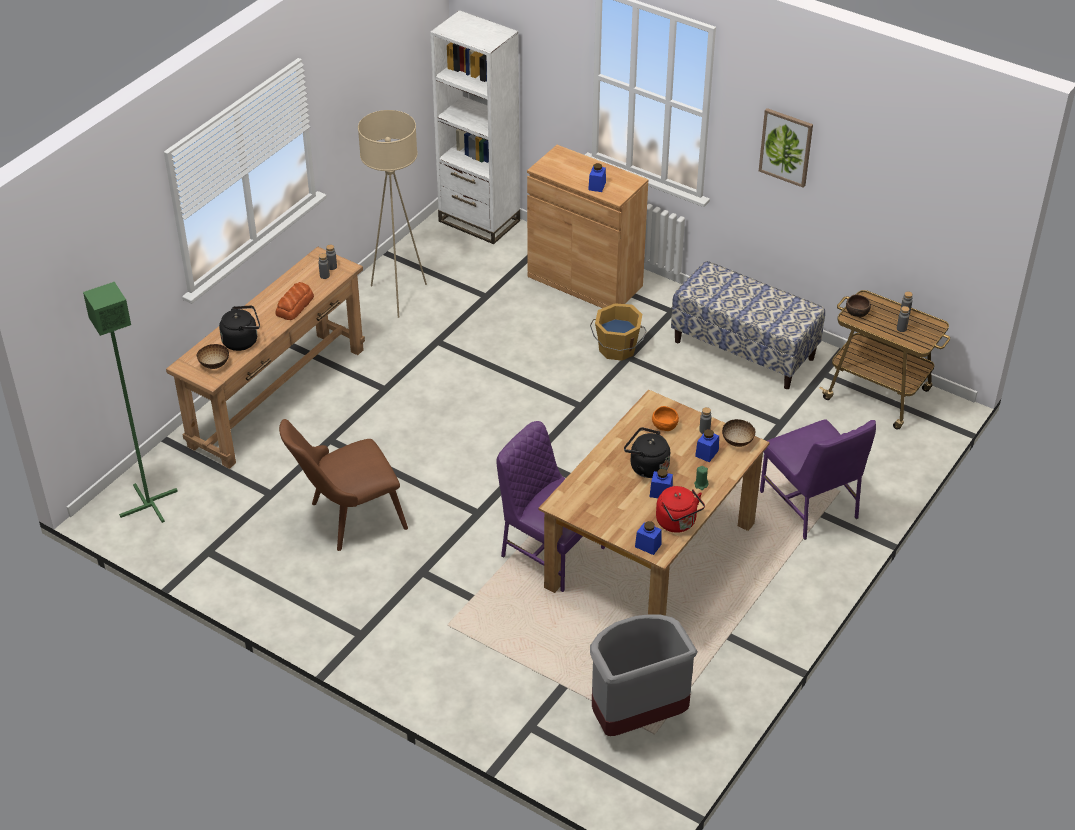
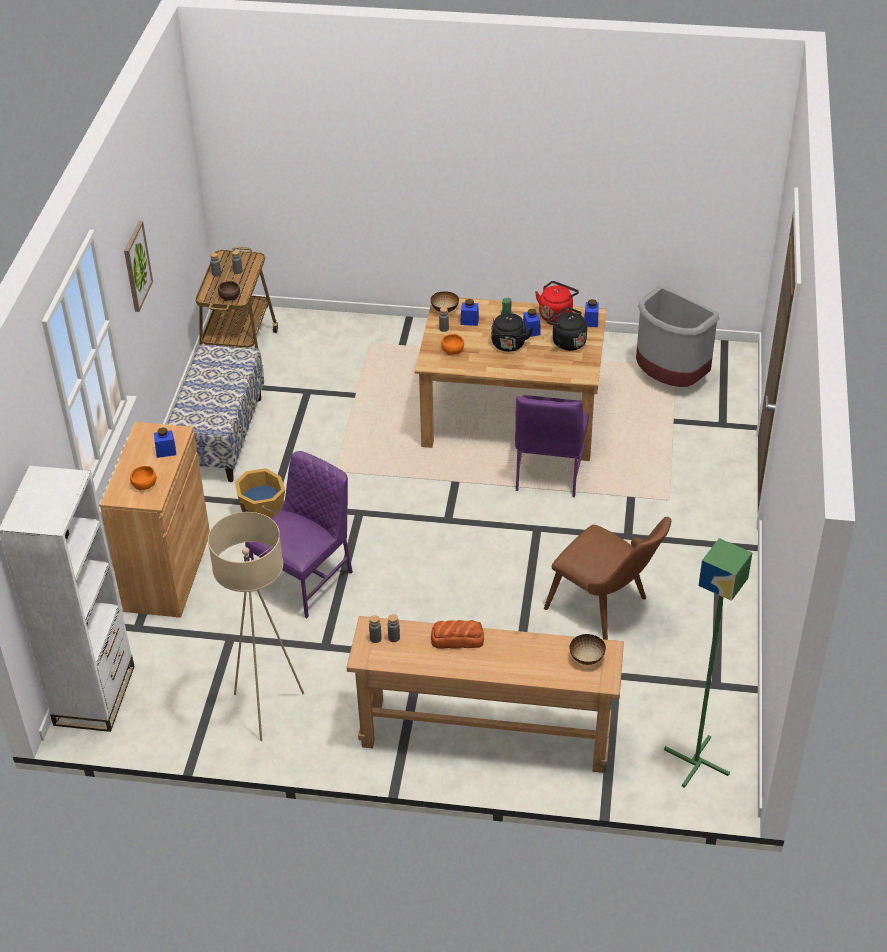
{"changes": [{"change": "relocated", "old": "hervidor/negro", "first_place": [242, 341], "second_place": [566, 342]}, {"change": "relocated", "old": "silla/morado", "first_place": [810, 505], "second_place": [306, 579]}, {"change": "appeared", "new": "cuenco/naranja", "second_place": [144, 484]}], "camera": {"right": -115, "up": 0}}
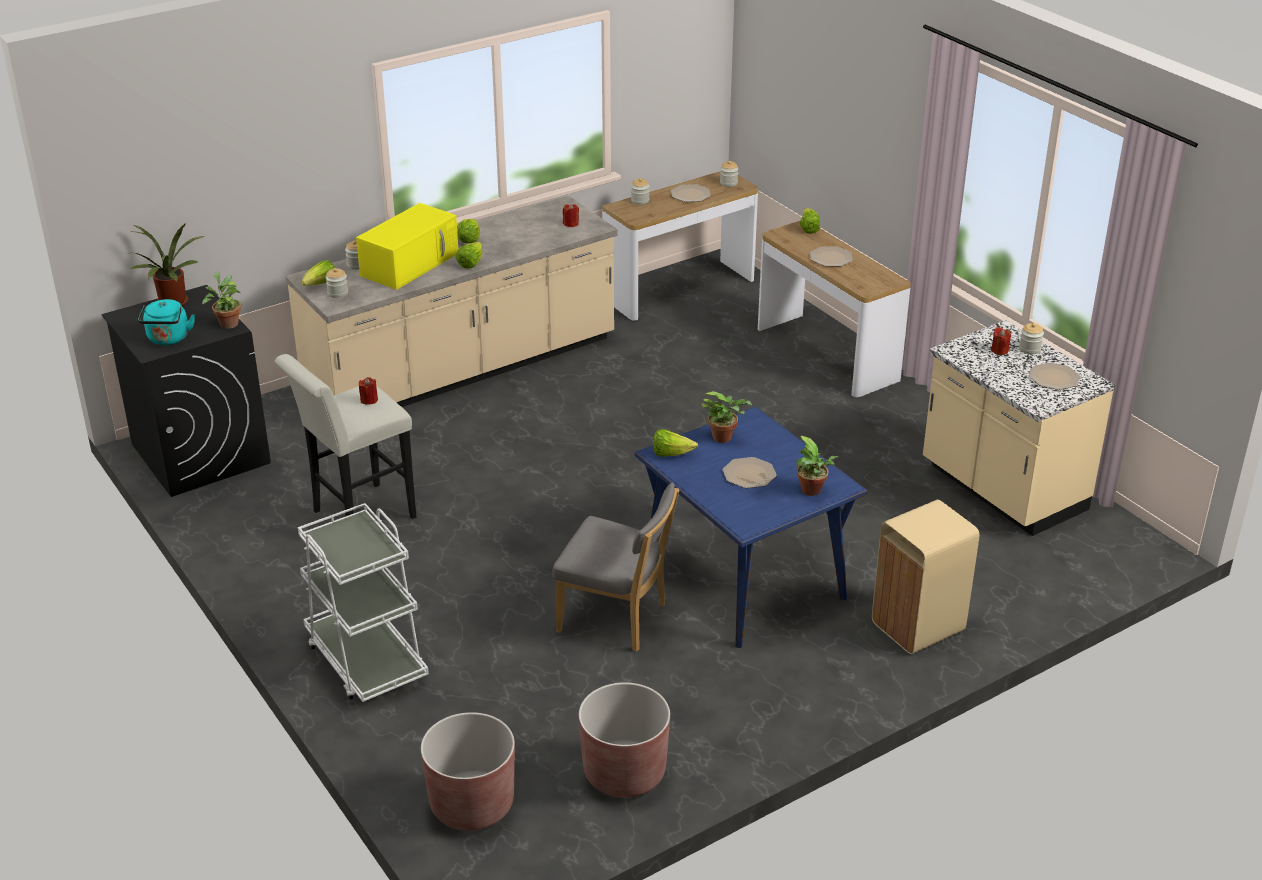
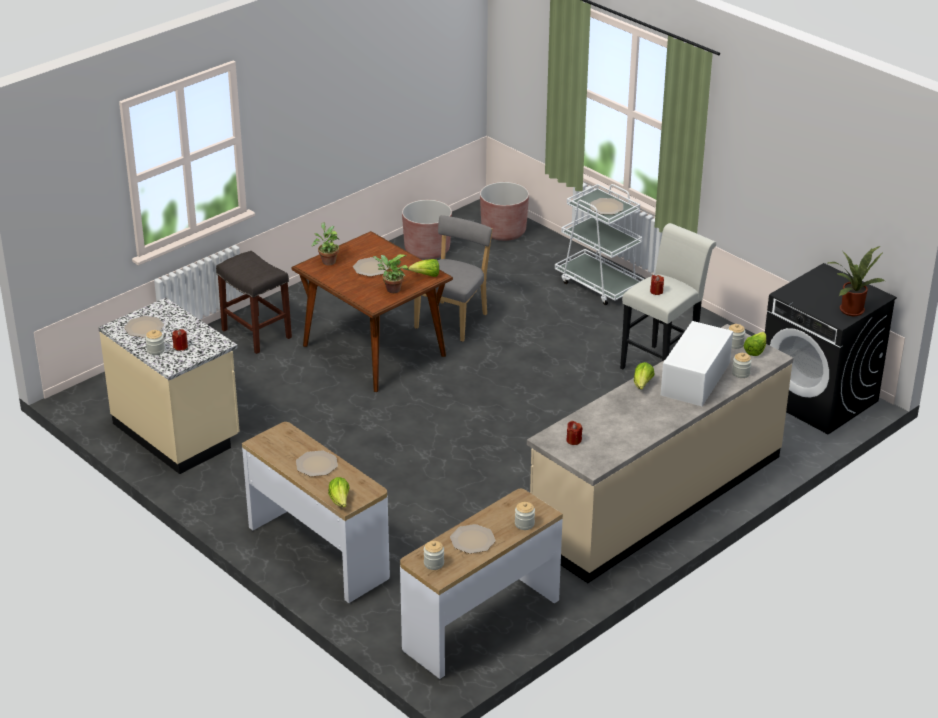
{"changes": [{"change": "missing", "old": "hervidor/turquesa", "first_place": [168, 339]}, {"change": "missing", "old": "planta en maceta", "first_place": [227, 323]}, {"change": "colour", "old": "microondas/amarillo", "new": "microondas/blanco", "first_place": [410, 263], "second_place": [695, 379]}, {"change": "missing", "old": "lechuga", "first_place": [468, 240]}, {"change": "spun", "old": "silla/gris", "first_place": [617, 619], "second_place": [453, 319], "degrees": 105}, {"change": "colour", "old": "mesa de comedor/azul", "new": "mesa de comedor/marrón", "first_place": [744, 579], "second_place": [373, 350]}, {"change": "exchanged", "old": "papelera/beis", "new": "taburete/gris", "first_place": [919, 627], "second_place": [255, 333]}, {"change": "appeared", "new": "plato", "second_place": [606, 207]}], "camera": {"right": 170, "up": 0}}
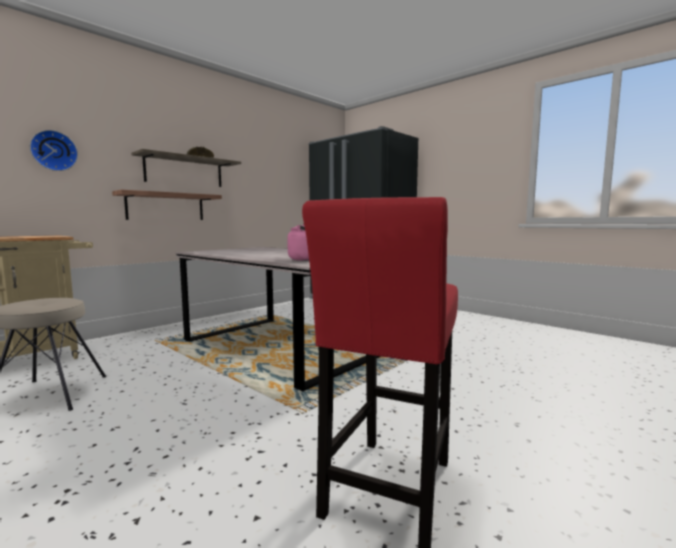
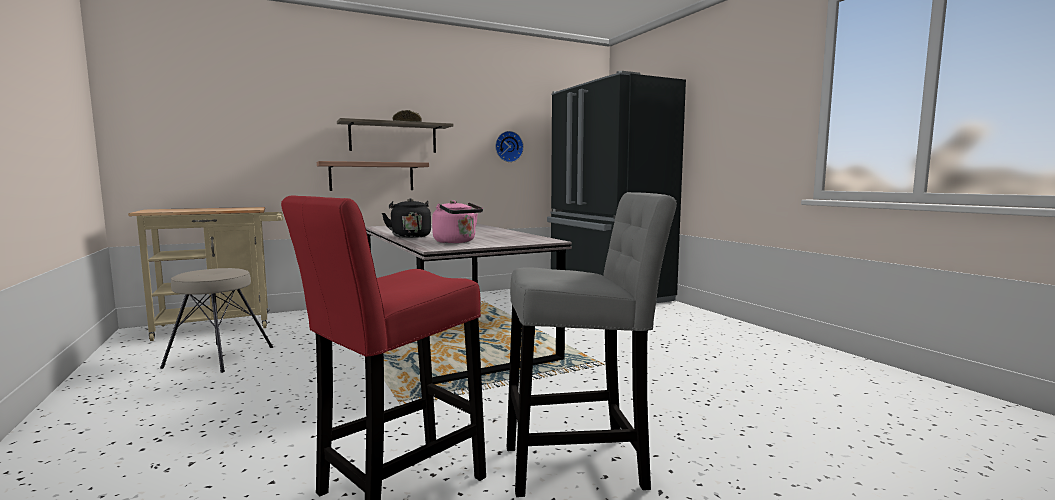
{"changes": [{"change": "relocated", "old": "reloj de pared", "first_place": [54, 151], "second_place": [508, 146]}, {"change": "appeared", "new": "hervidor/negro", "second_place": [410, 236]}, {"change": "appeared", "new": "taburete/gris", "second_place": [582, 465]}], "camera": {"right": 20, "up": 0}}
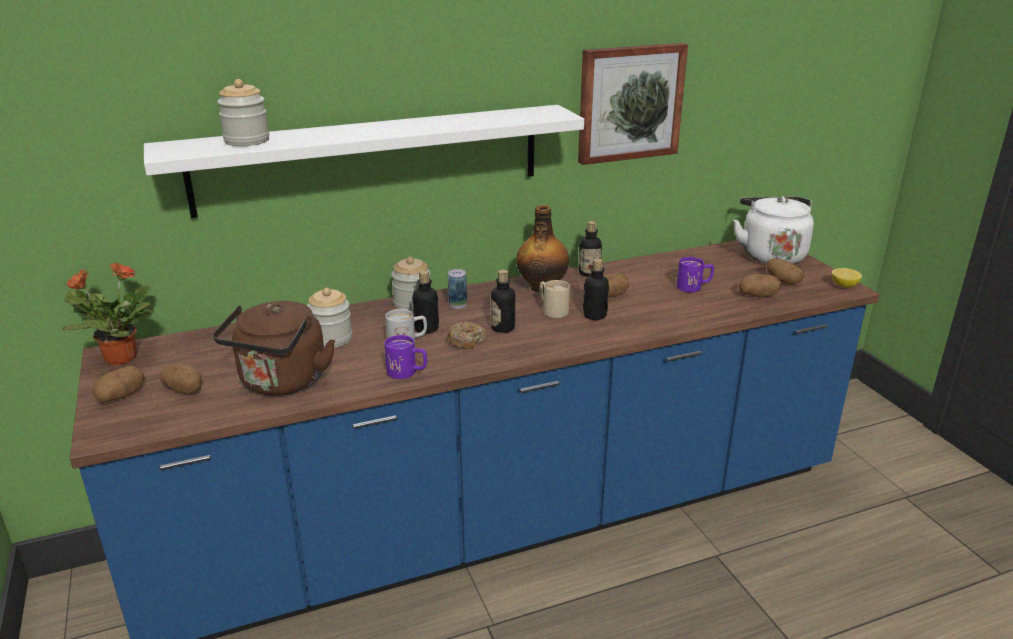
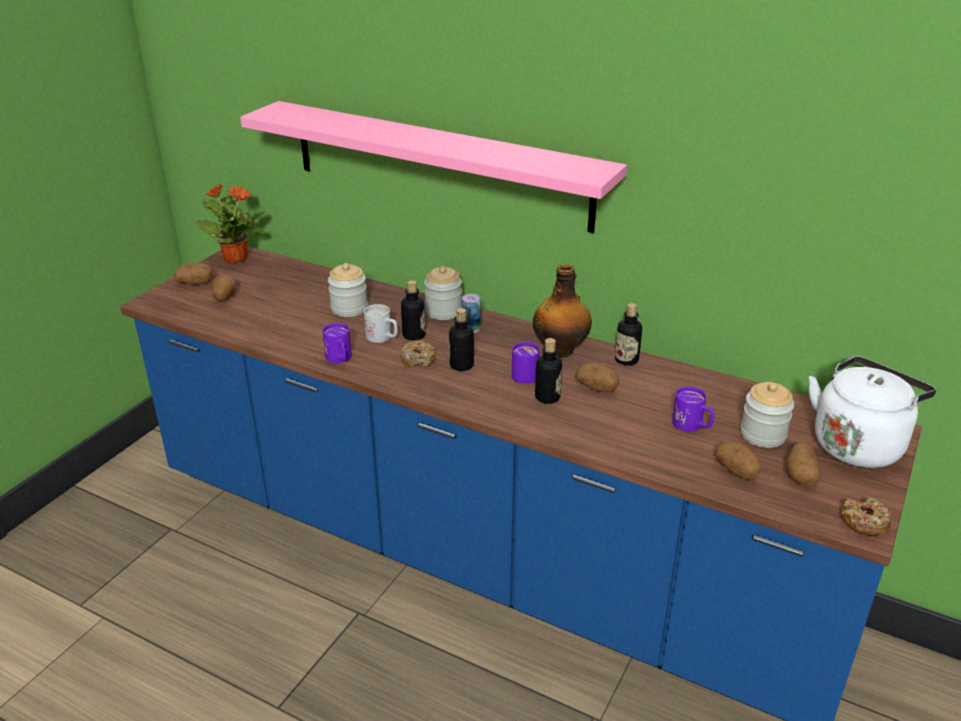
{"changes": [{"change": "colour", "old": "estante/blanco", "new": "estante/rosa", "first_place": [370, 159], "second_place": [438, 164]}, {"change": "missing", "old": "hervidor/marrón", "first_place": [281, 383]}, {"change": "relocated", "old": "tarro", "first_place": [247, 141], "second_place": [763, 435]}, {"change": "colour", "old": "taza grande/beis", "new": "taza grande/morado", "first_place": [552, 310], "second_place": [526, 373]}, {"change": "missing", "old": "cuadro", "first_place": [629, 103]}, {"change": "exchanged", "old": "limón", "new": "rosquilla", "first_place": [844, 286], "second_place": [864, 522]}], "camera": {"right": 50, "up": 5}}
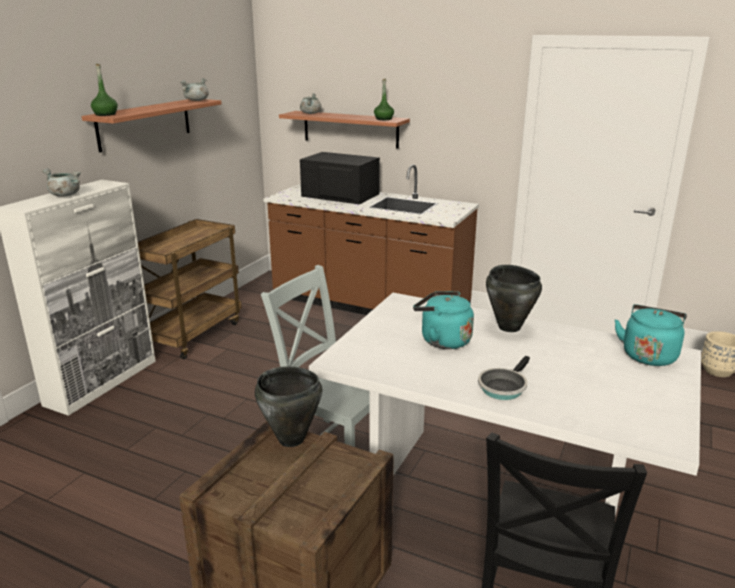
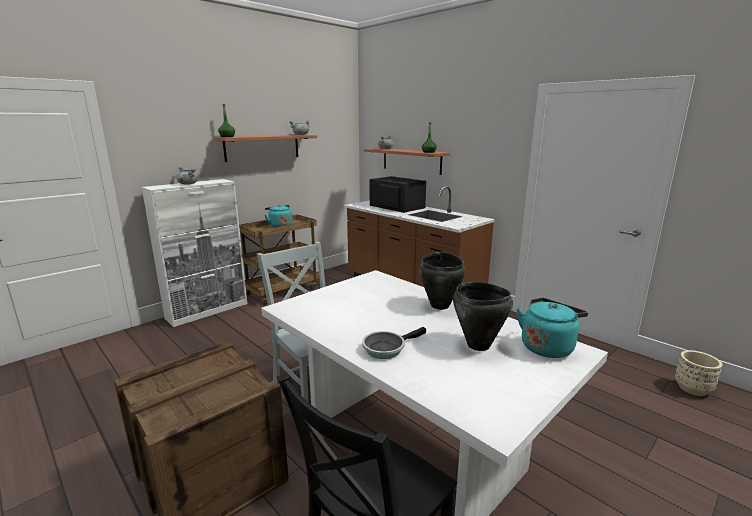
{"changes": [{"change": "relocated", "old": "olla/negro", "first_place": [291, 439], "second_place": [478, 345]}, {"change": "relocated", "old": "hervidor/turquesa", "first_place": [442, 340], "second_place": [280, 226]}], "camera": {"right": 20, "up": -5}}
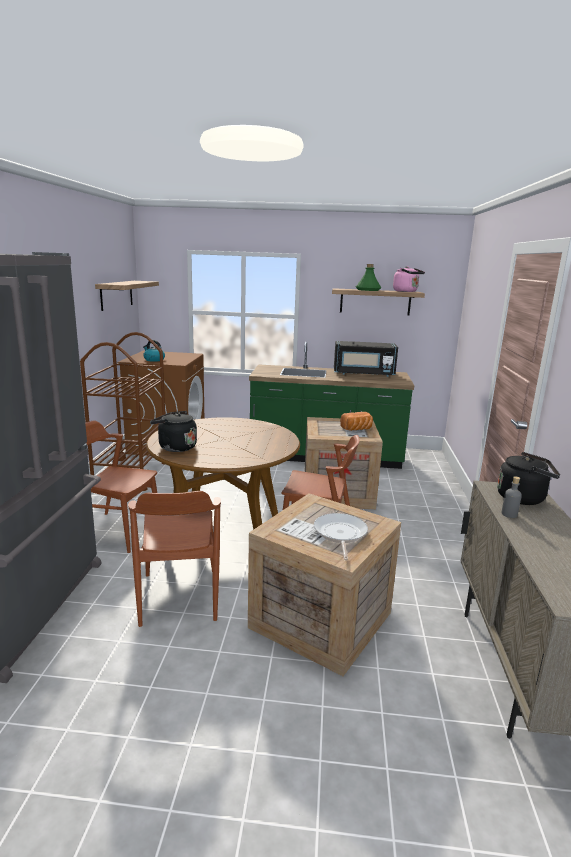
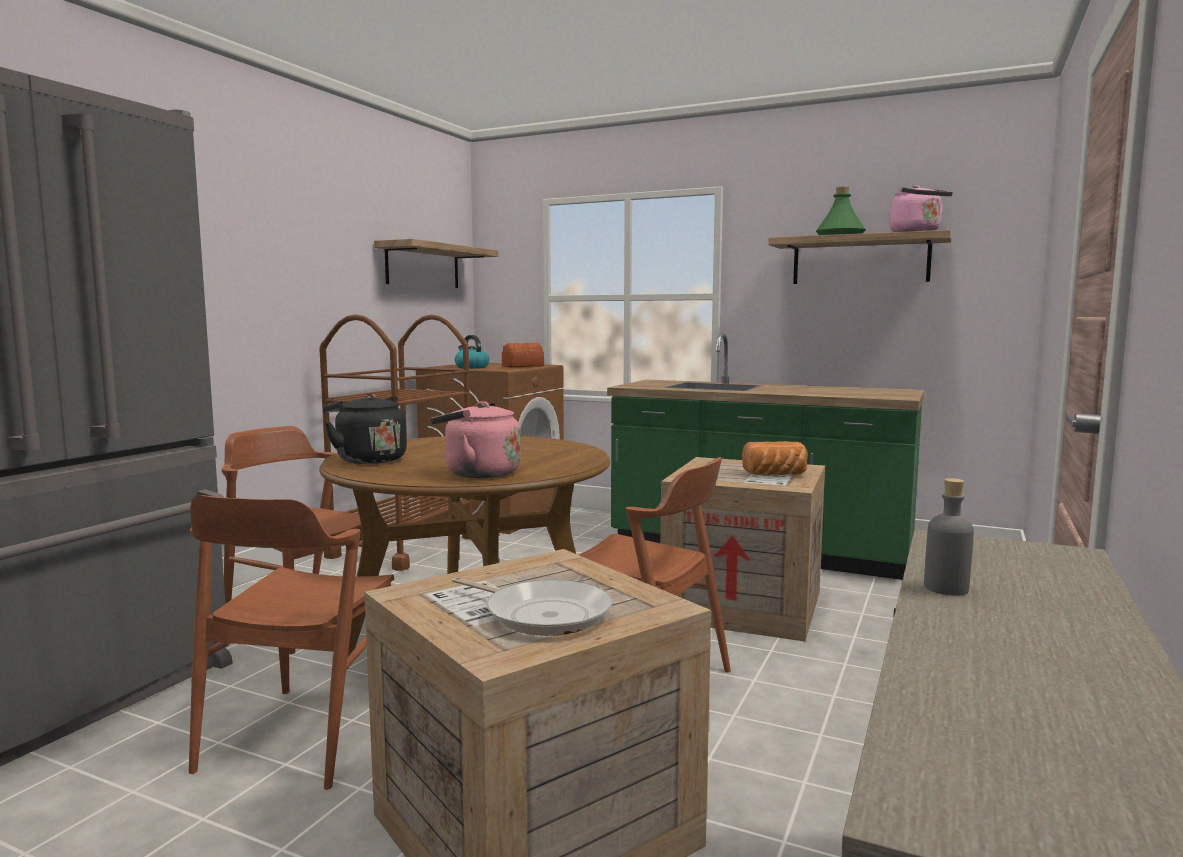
{"changes": [{"change": "spun", "old": "sartén", "first_place": [340, 534], "second_place": [543, 614], "degrees": 105}, {"change": "missing", "old": "microondas/negro", "first_place": [363, 374]}, {"change": "missing", "old": "hervidor/negro", "first_place": [523, 498]}, {"change": "appeared", "new": "hervidor/rosa", "second_place": [477, 473]}, {"change": "appeared", "new": "pan", "second_place": [521, 366]}], "camera": {"right": 20, "up": -10}}
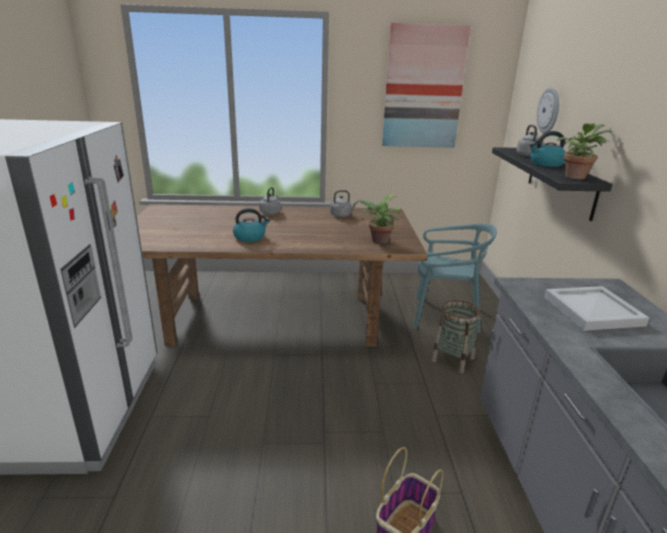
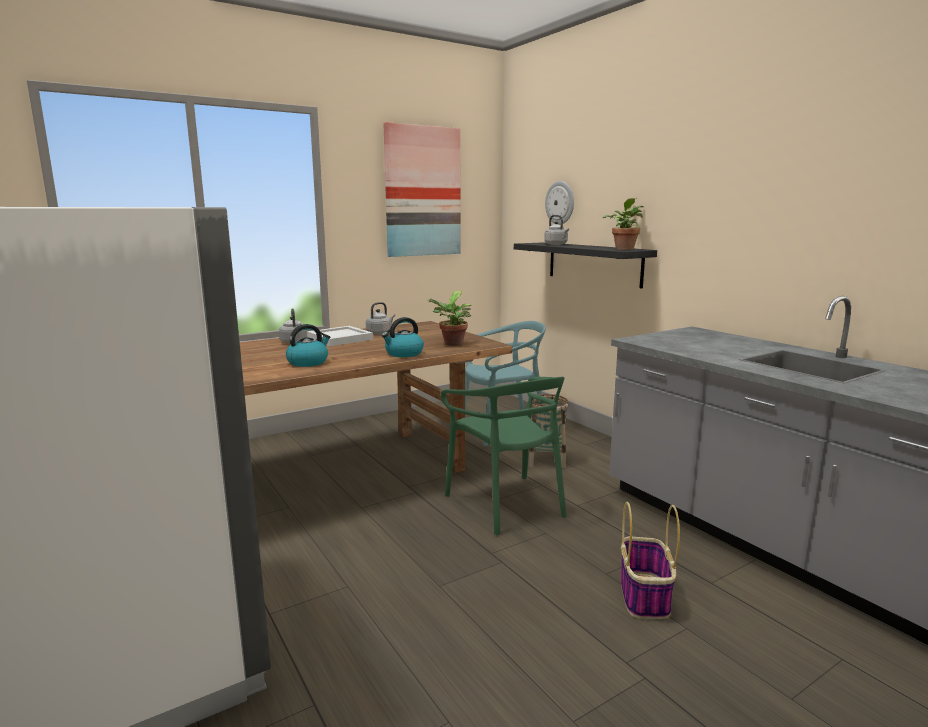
{"changes": [{"change": "relocated", "old": "hervidor", "first_place": [545, 164], "second_place": [403, 354]}, {"change": "relocated", "old": "bandeja/blanco", "first_place": [590, 310], "second_place": [339, 338]}, {"change": "appeared", "new": "silla/verde", "second_place": [506, 504]}], "camera": {"right": -30, "up": -10}}
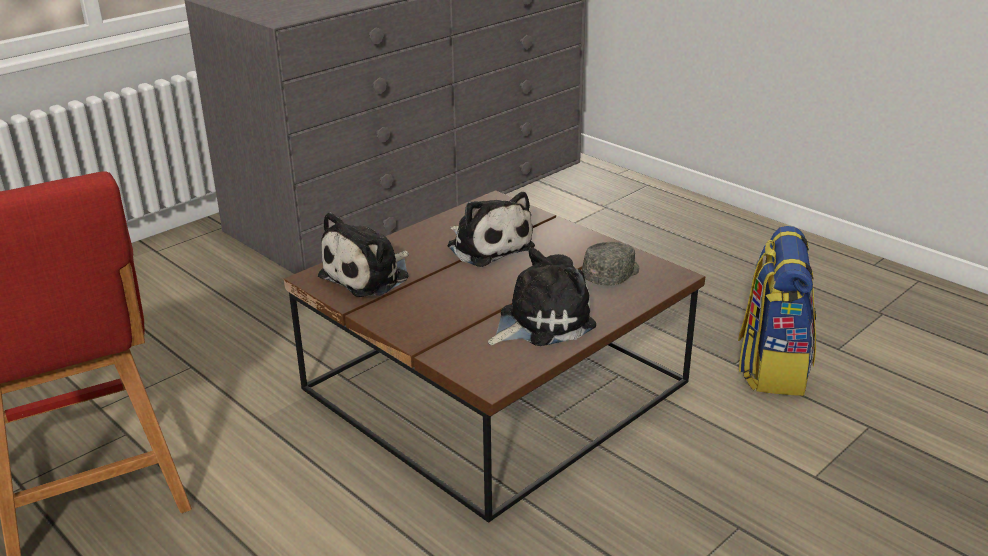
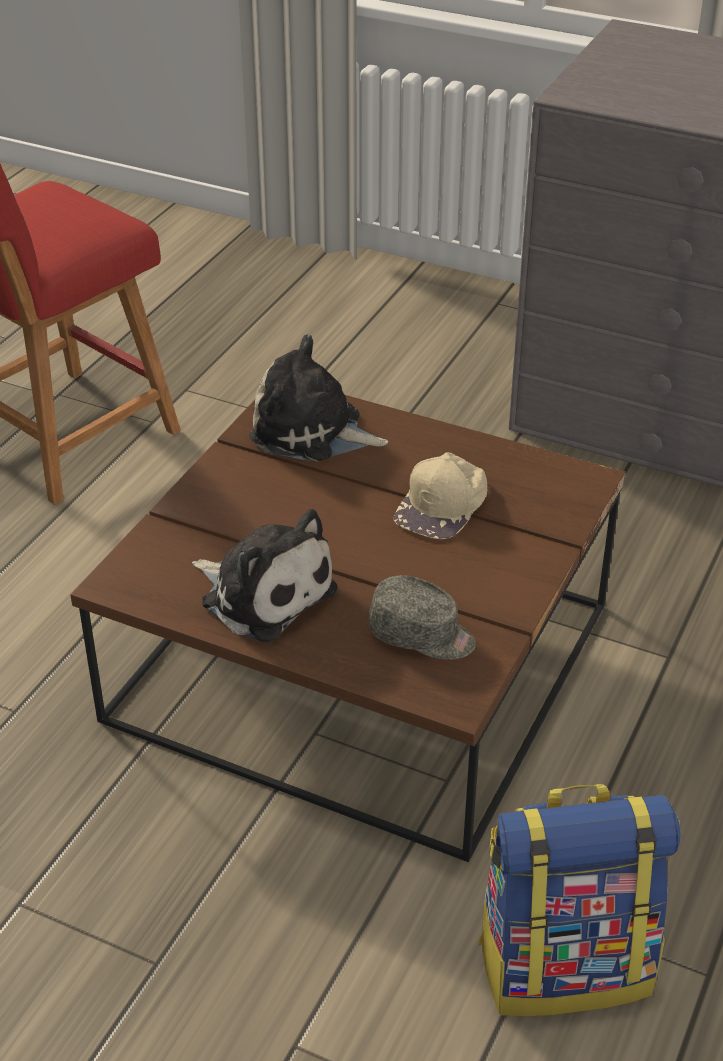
{"changes": [{"change": "exchanged", "old": "peluche", "new": "gorra/beis", "first_place": [488, 246], "second_place": [443, 504]}], "camera": {"right": 70, "up": 10}}
